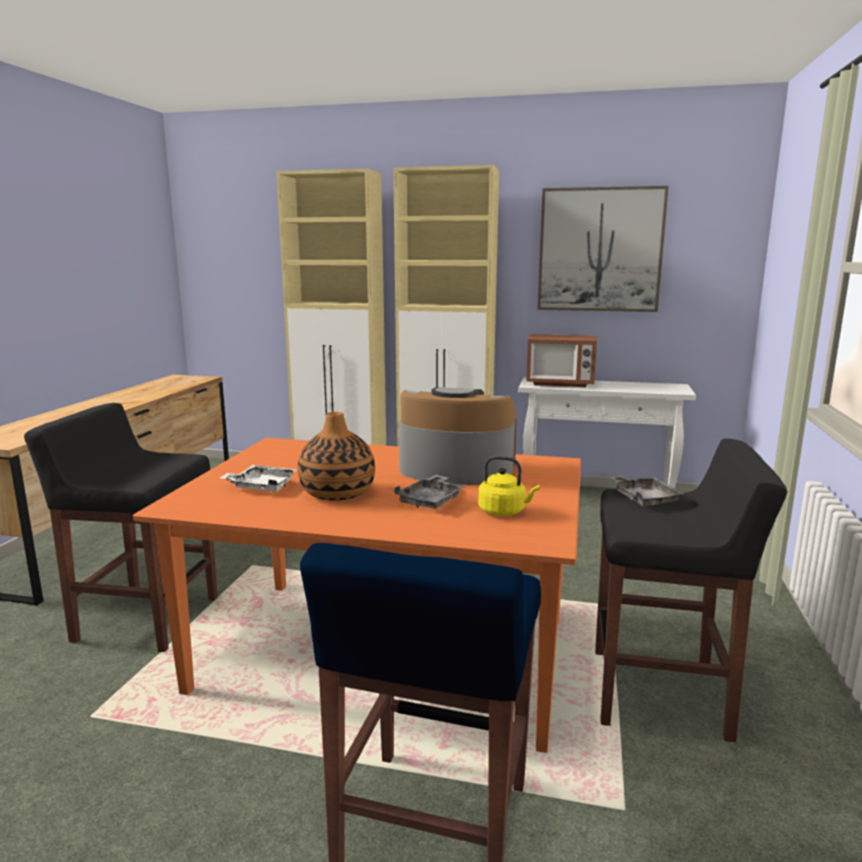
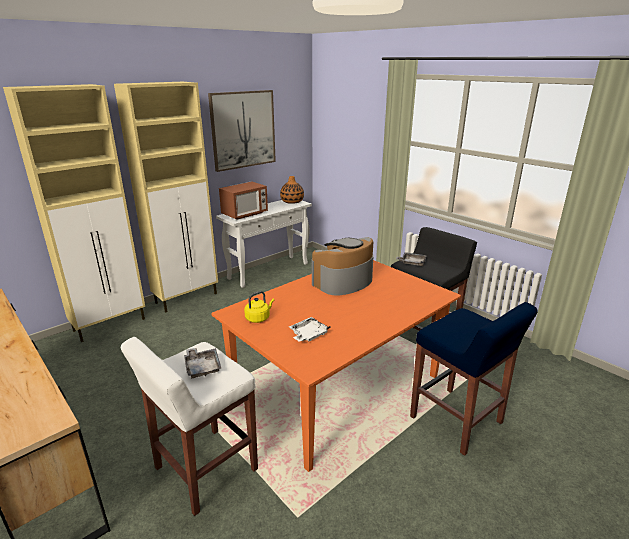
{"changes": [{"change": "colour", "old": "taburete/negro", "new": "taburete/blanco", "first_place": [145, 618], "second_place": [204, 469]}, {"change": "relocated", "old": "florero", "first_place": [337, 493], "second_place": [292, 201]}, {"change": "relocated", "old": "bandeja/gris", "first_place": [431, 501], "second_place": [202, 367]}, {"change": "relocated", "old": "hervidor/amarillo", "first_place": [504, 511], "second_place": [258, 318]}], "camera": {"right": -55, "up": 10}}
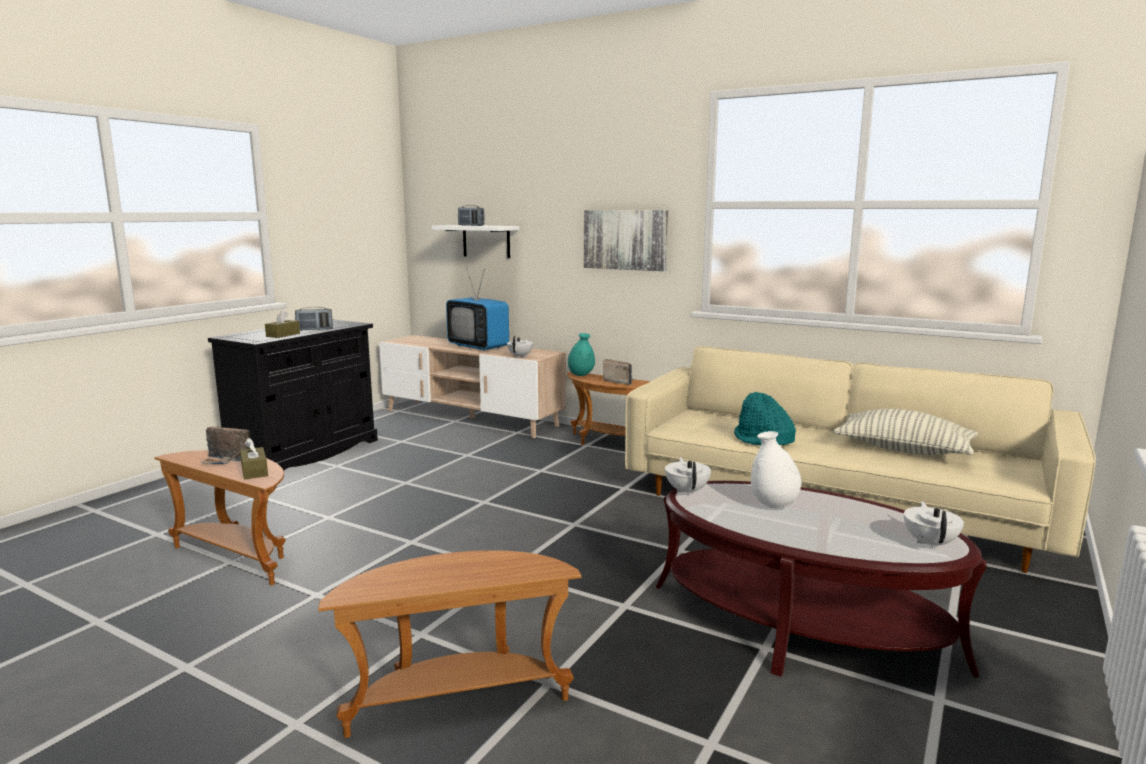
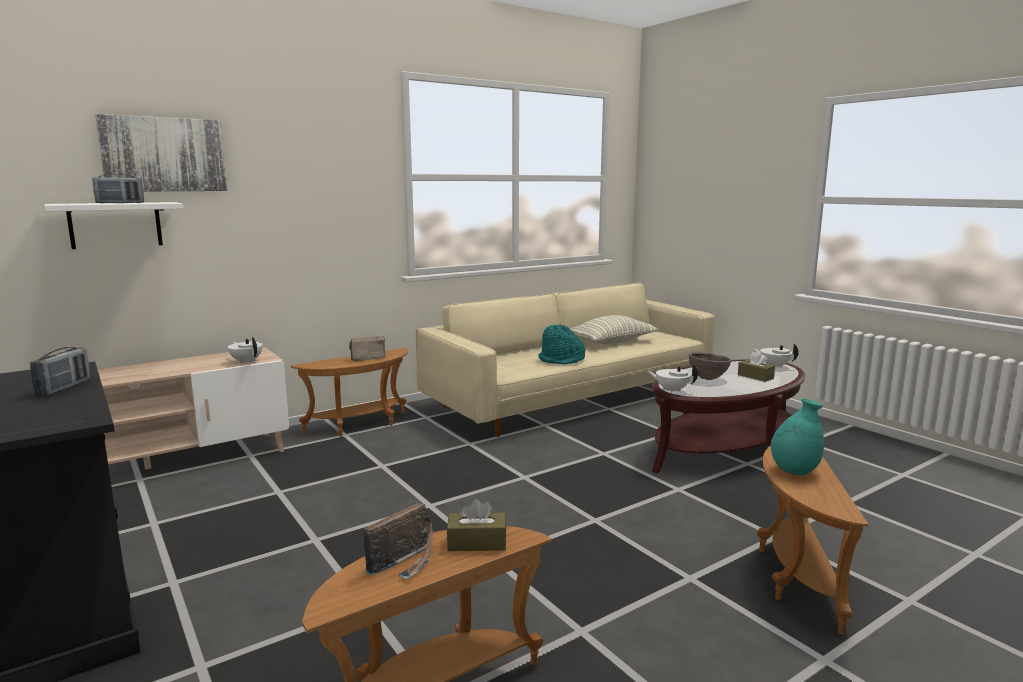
{"changes": [{"change": "relocated", "old": "caja de pañuelos/marrón", "first_place": [283, 335], "second_place": [755, 376]}, {"change": "missing", "old": "televisor", "first_place": [478, 347]}, {"change": "relocated", "old": "florero/turquesa", "first_place": [581, 375], "second_place": [794, 471]}, {"change": "relocated", "old": "cuadro", "first_place": [625, 239], "second_place": [164, 154]}, {"change": "exchanged", "old": "florero/blanco", "new": "cuenco/marrón", "first_place": [773, 505], "second_place": [708, 379]}], "camera": {"right": -65, "up": 0}}
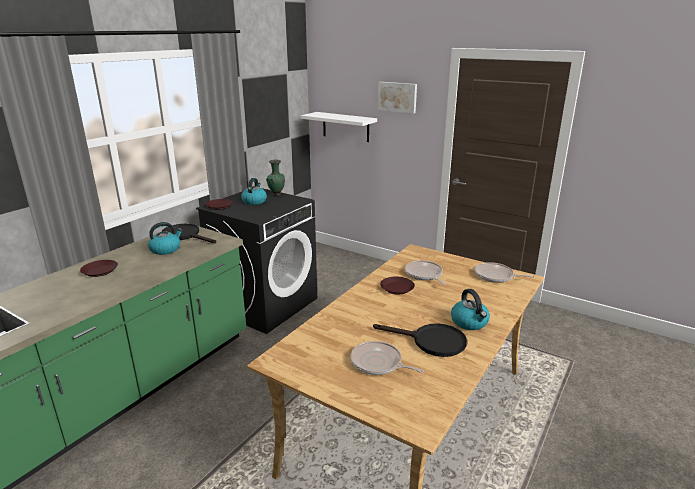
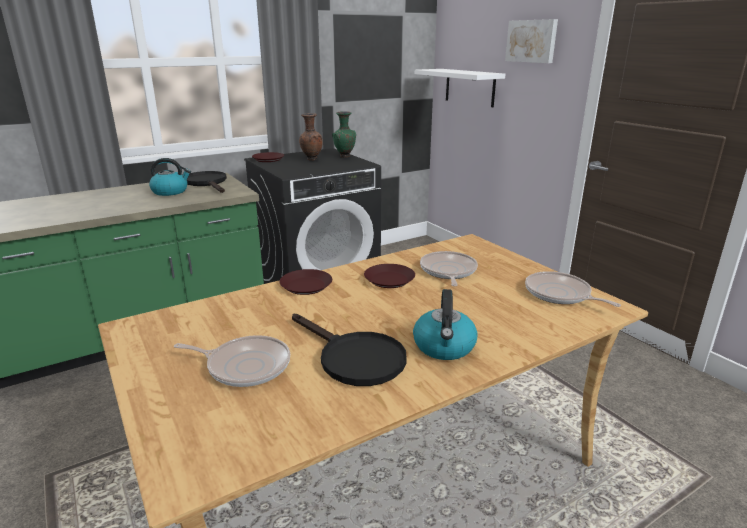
{"changes": [{"change": "relocated", "old": "plato/marrón", "first_place": [100, 271], "second_place": [307, 286]}, {"change": "exchanged", "old": "hervidor", "new": "florero/marrón", "first_place": [254, 201], "second_place": [311, 159]}, {"change": "spun", "old": "sartén", "first_place": [378, 363], "second_place": [245, 366], "degrees": 135}], "camera": {"right": 25, "up": 0}}
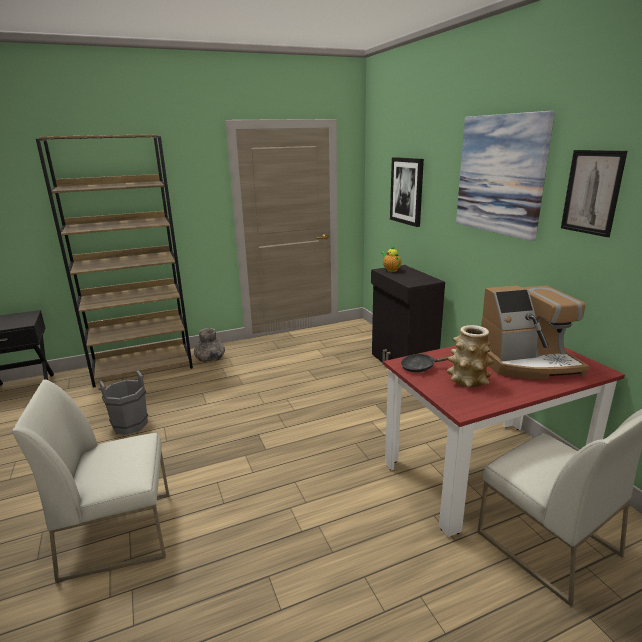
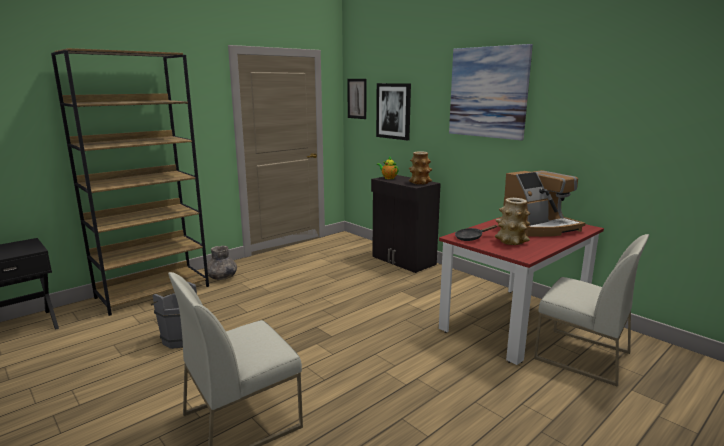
{"changes": [{"change": "relocated", "old": "cuadro", "first_place": [592, 192], "second_place": [357, 98]}, {"change": "appeared", "new": "florero", "second_place": [420, 182]}], "camera": {"right": -20, "up": -5}}
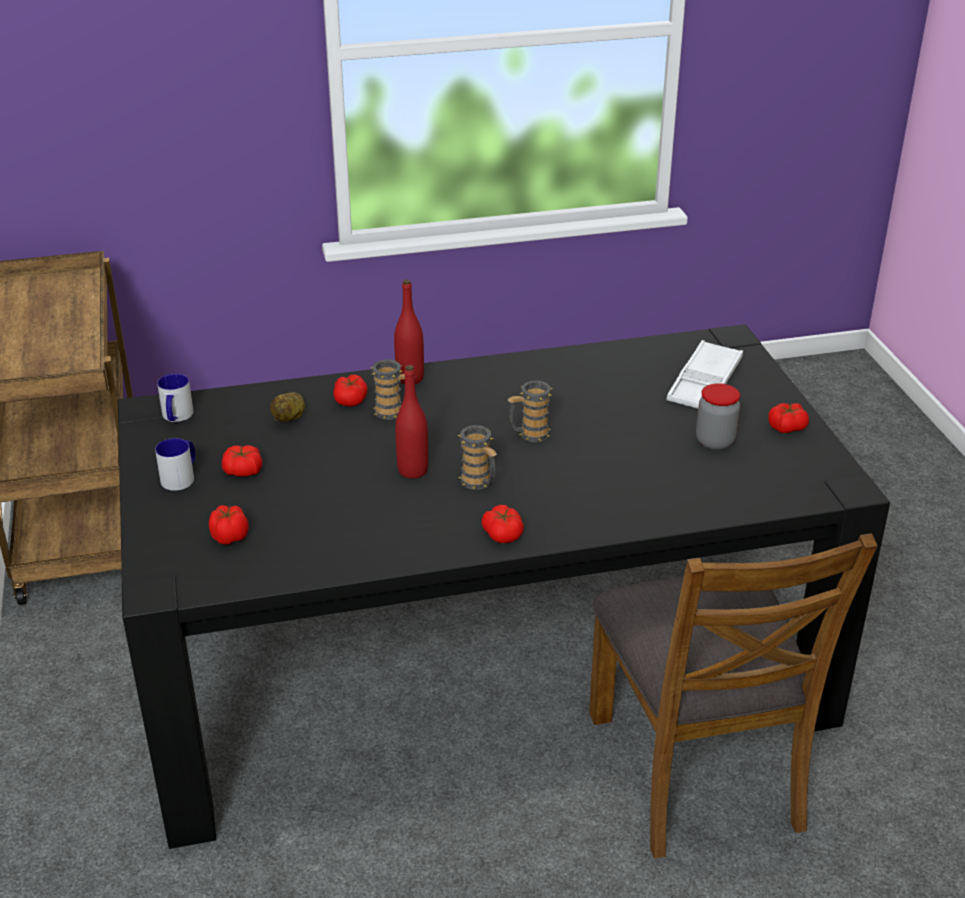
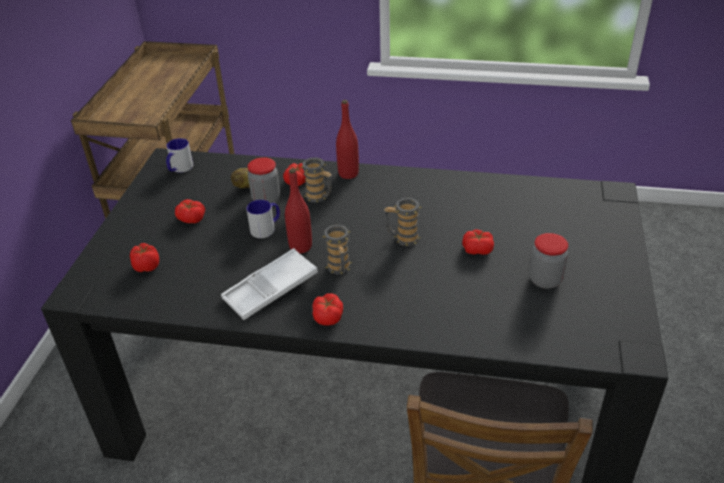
{"changes": [{"change": "relocated", "old": "taza grande", "first_place": [181, 477], "second_place": [266, 228]}, {"change": "relocated", "old": "bandeja/blanco", "first_place": [704, 383], "second_place": [270, 289]}, {"change": "relocated", "old": "tomate", "first_place": [786, 427], "second_place": [477, 249]}, {"change": "appeared", "new": "tarro", "second_place": [266, 199]}], "camera": {"right": 25, "up": 5}}
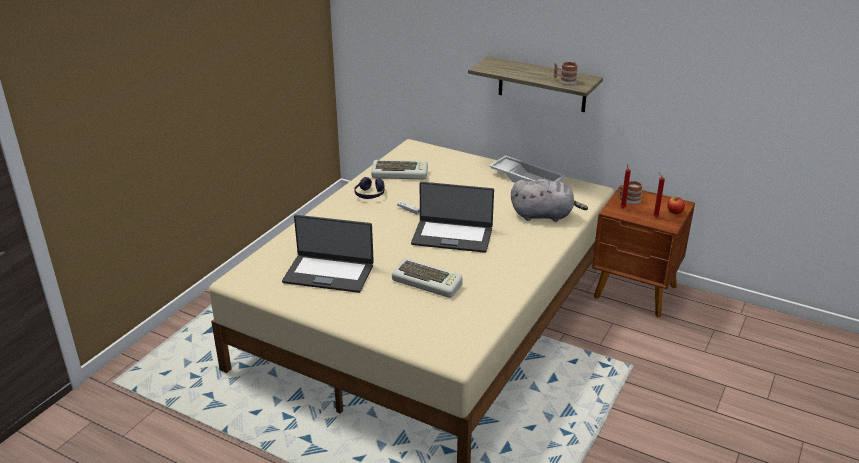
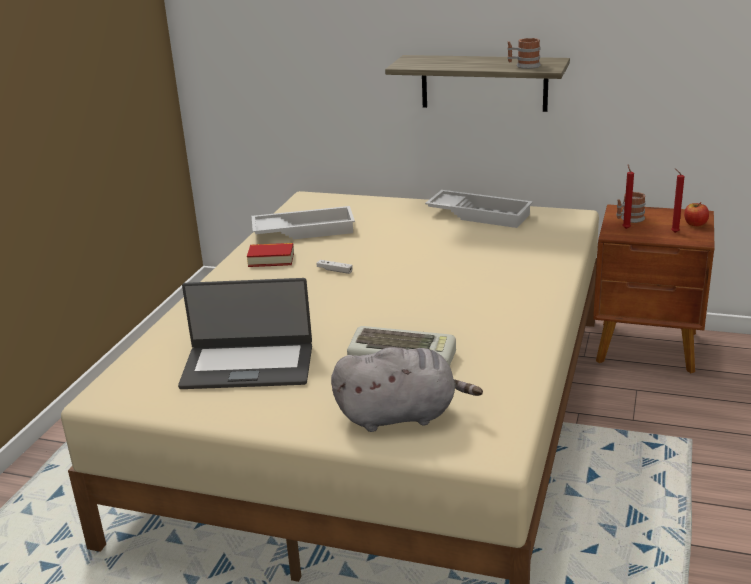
{"changes": [{"change": "exchanged", "old": "auriculares/morado", "new": "libro", "first_place": [370, 194], "second_place": [271, 259]}, {"change": "exchanged", "old": "teclado", "new": "bandeja/blanco", "first_place": [400, 173], "second_place": [304, 230]}, {"change": "missing", "old": "portátil", "first_place": [452, 236]}, {"change": "relocated", "old": "peluche/gris", "first_place": [544, 215], "second_place": [401, 415]}], "camera": {"right": -10, "up": -5}}
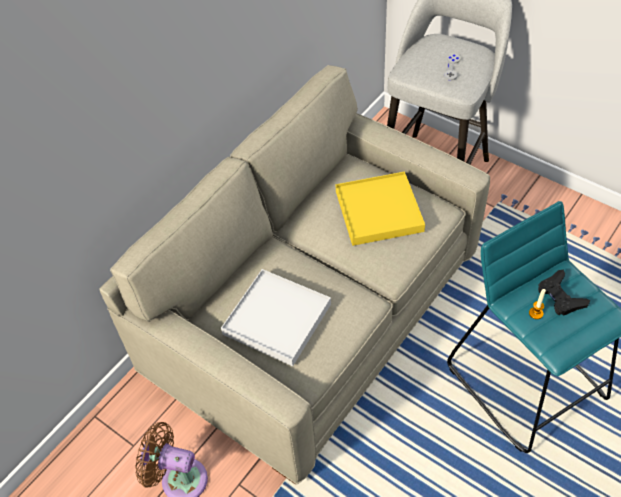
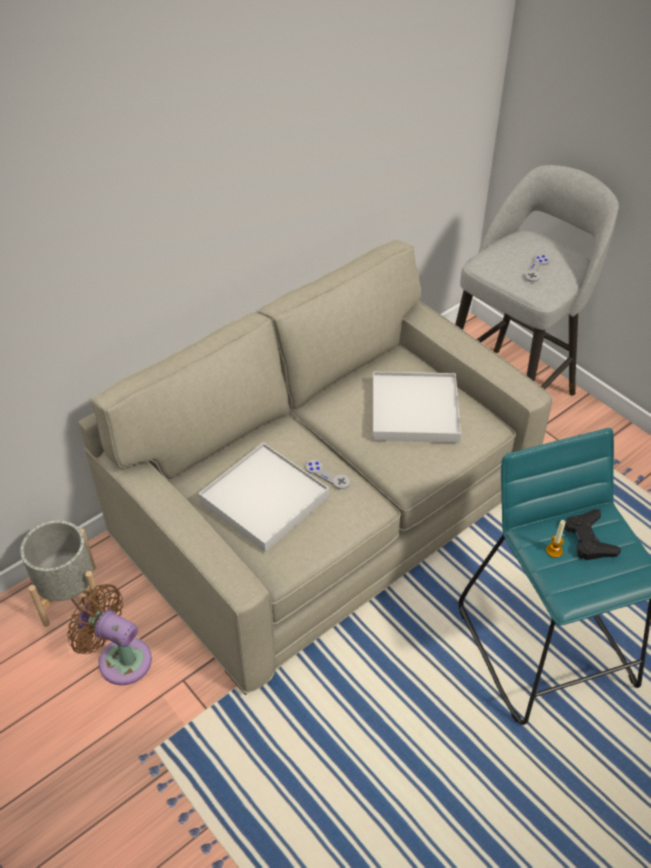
{"changes": [{"change": "colour", "old": "bandeja/amarillo", "new": "bandeja/blanco", "first_place": [379, 211], "second_place": [415, 411]}, {"change": "appeared", "new": "maceta/gris", "second_place": [69, 595]}, {"change": "appeared", "new": "mando de consola/gris", "second_place": [327, 475]}], "camera": {"right": 10, "up": -5}}
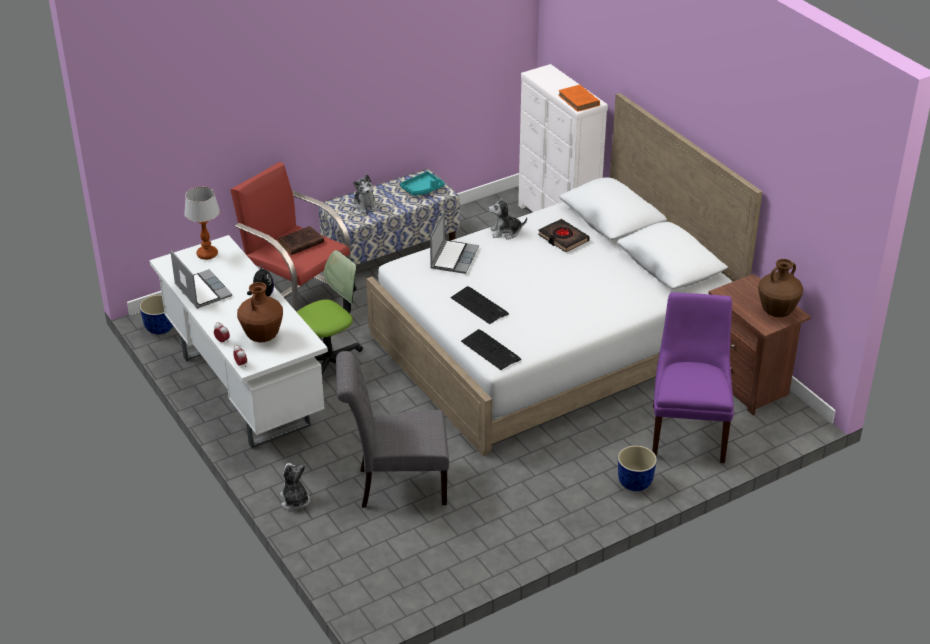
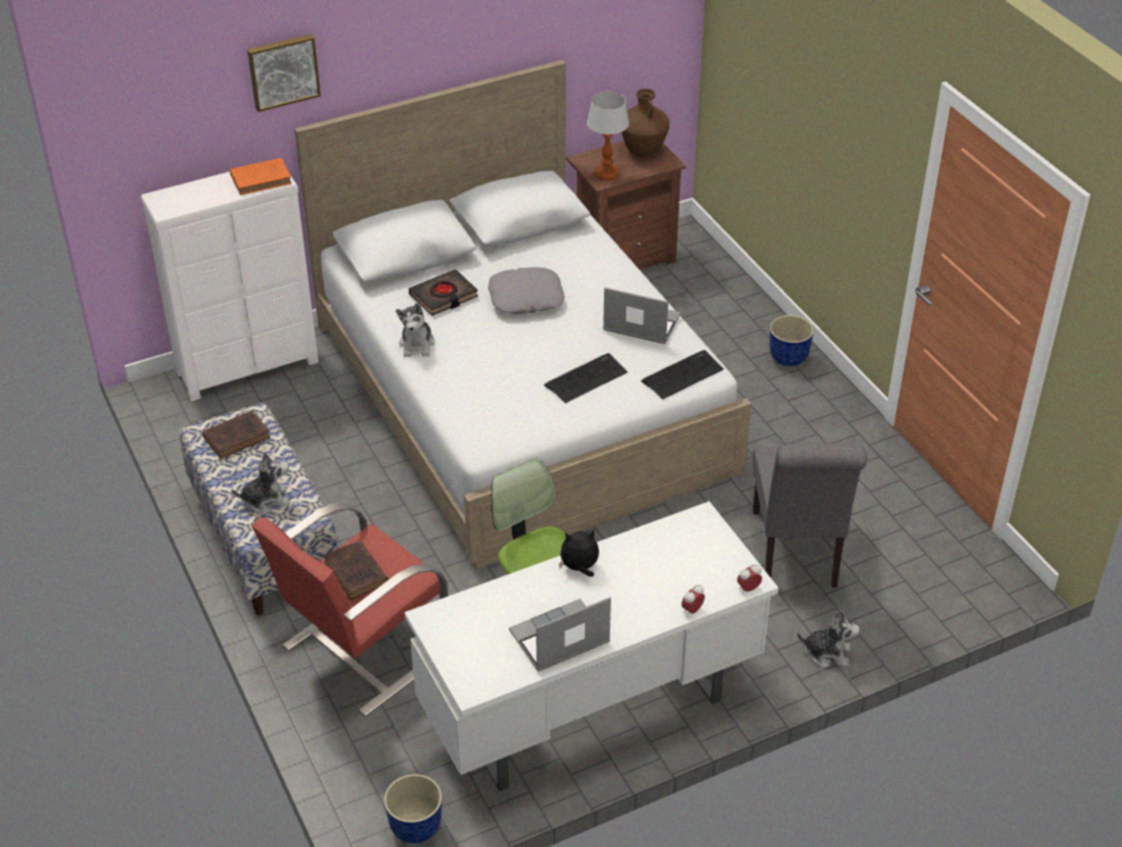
{"changes": [{"change": "relocated", "old": "lámpara de mesa", "first_place": [207, 254], "second_place": [606, 175]}, {"change": "missing", "old": "florero/marrón", "first_place": [262, 337]}, {"change": "spun", "old": "peluche", "first_place": [295, 501], "second_place": [827, 653], "degrees": -150}, {"change": "exchanged", "old": "bandeja/turquesa", "new": "libro/marrón", "first_place": [422, 189], "second_place": [238, 436]}, {"change": "relocated", "old": "portátil", "first_place": [453, 258], "second_place": [640, 324]}, {"change": "missing", "old": "silla/morado", "first_place": [688, 431]}, {"change": "appeared", "new": "cuadro", "second_place": [283, 71]}, {"change": "appeared", "new": "cojín/gris", "second_place": [526, 297]}], "camera": {"right": -85, "up": 5}}
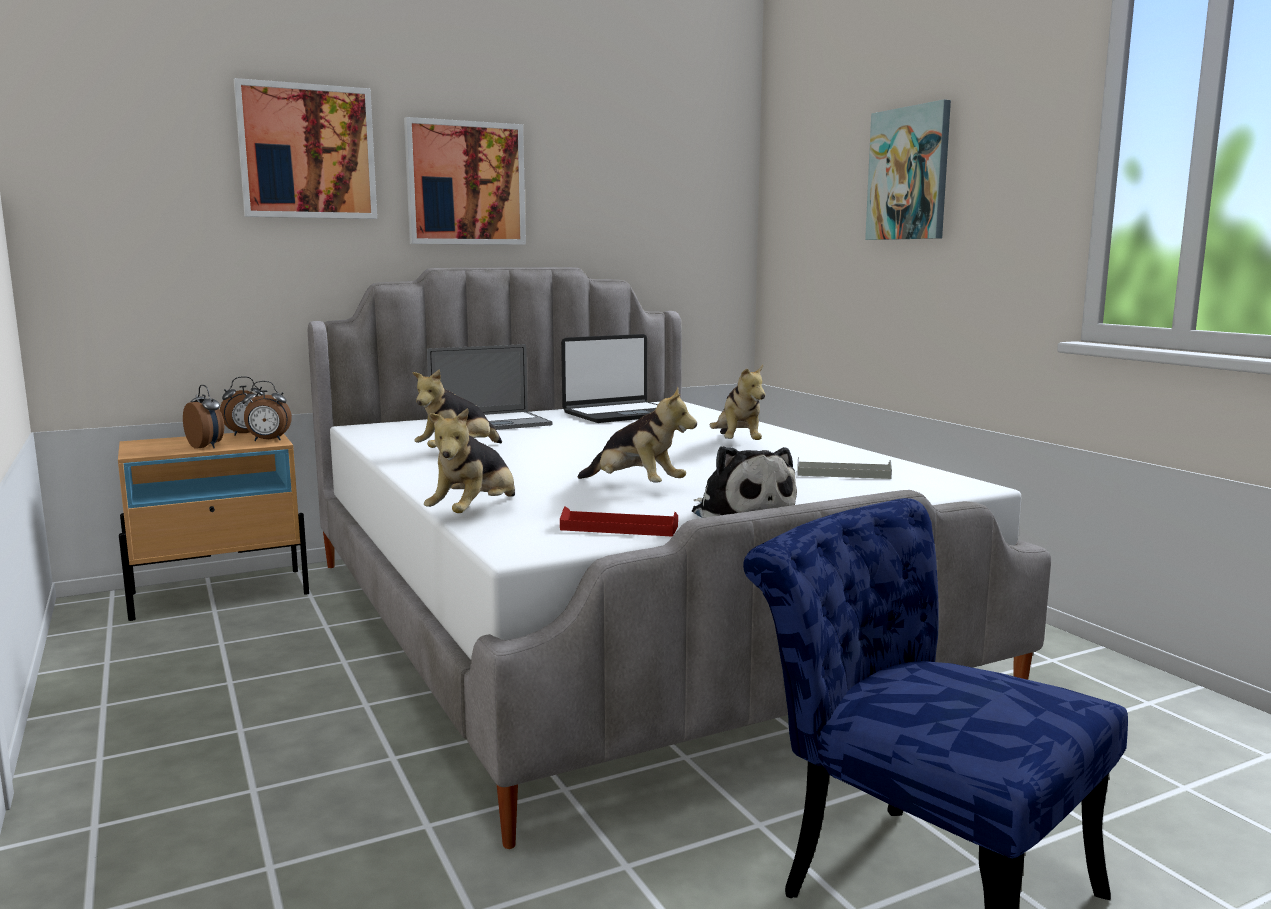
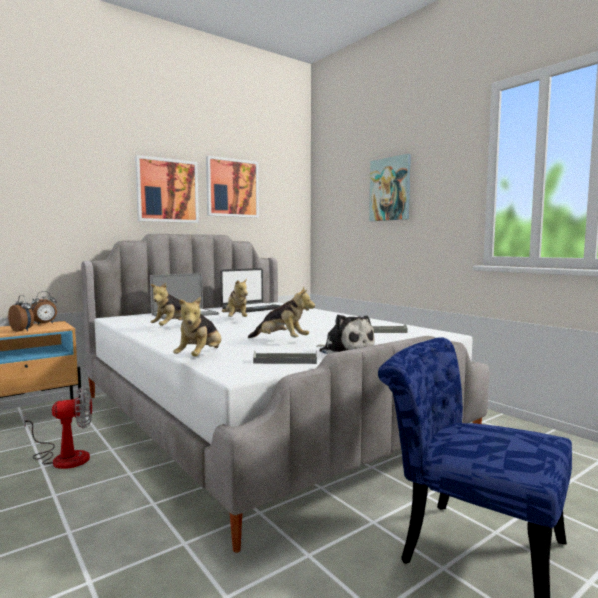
{"changes": [{"change": "relocated", "old": "cuadro", "first_place": [307, 152], "second_place": [232, 188]}, {"change": "missing", "old": "despertador", "first_place": [267, 440]}, {"change": "colour", "old": "bandeja/rojo", "new": "bandeja/gris", "first_place": [619, 528], "second_place": [285, 361]}, {"change": "relocated", "old": "peluche", "first_place": [737, 444], "second_place": [236, 319]}, {"change": "appeared", "new": "ventilador", "second_place": [64, 457]}], "camera": {"right": -10, "up": -5}}
